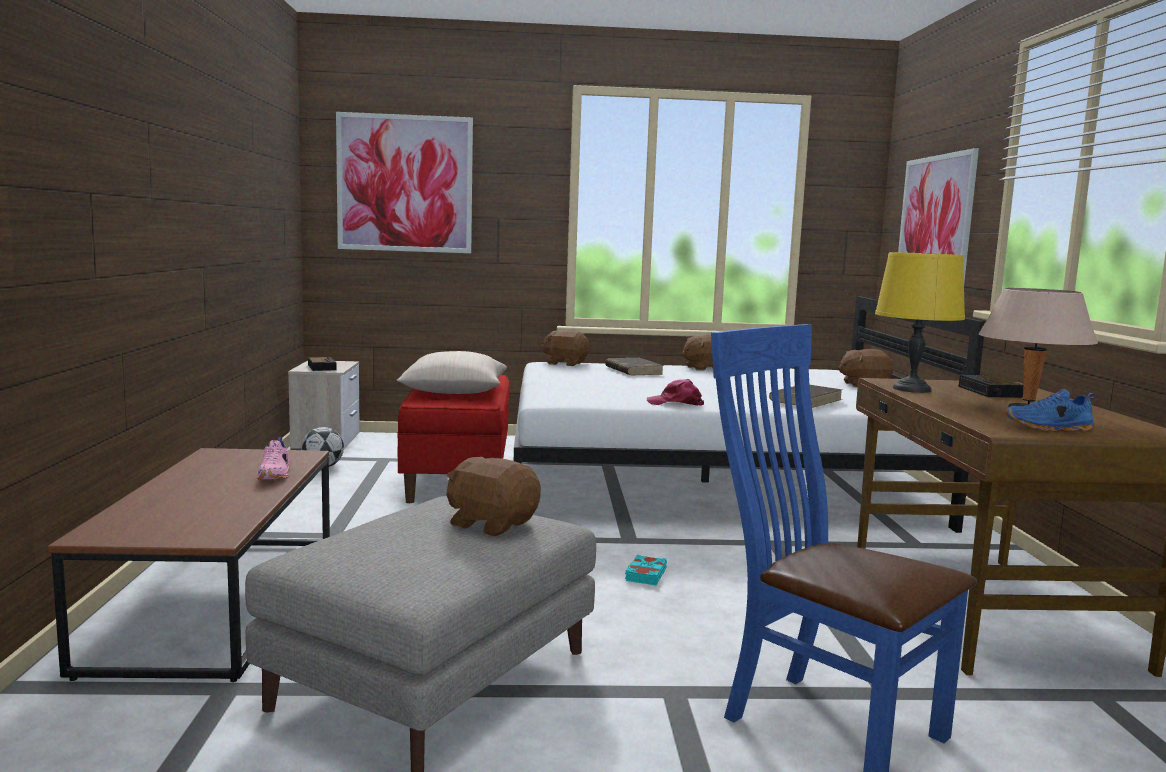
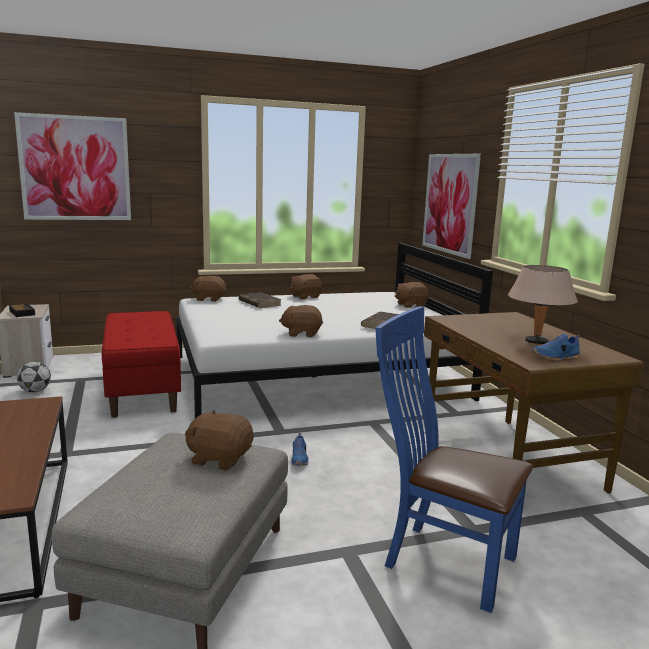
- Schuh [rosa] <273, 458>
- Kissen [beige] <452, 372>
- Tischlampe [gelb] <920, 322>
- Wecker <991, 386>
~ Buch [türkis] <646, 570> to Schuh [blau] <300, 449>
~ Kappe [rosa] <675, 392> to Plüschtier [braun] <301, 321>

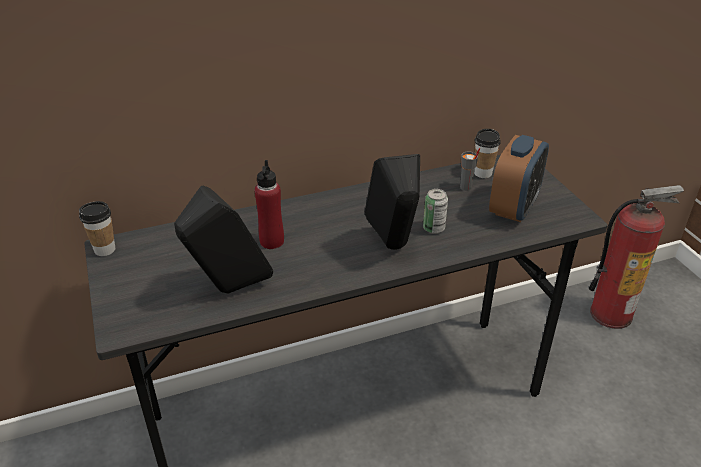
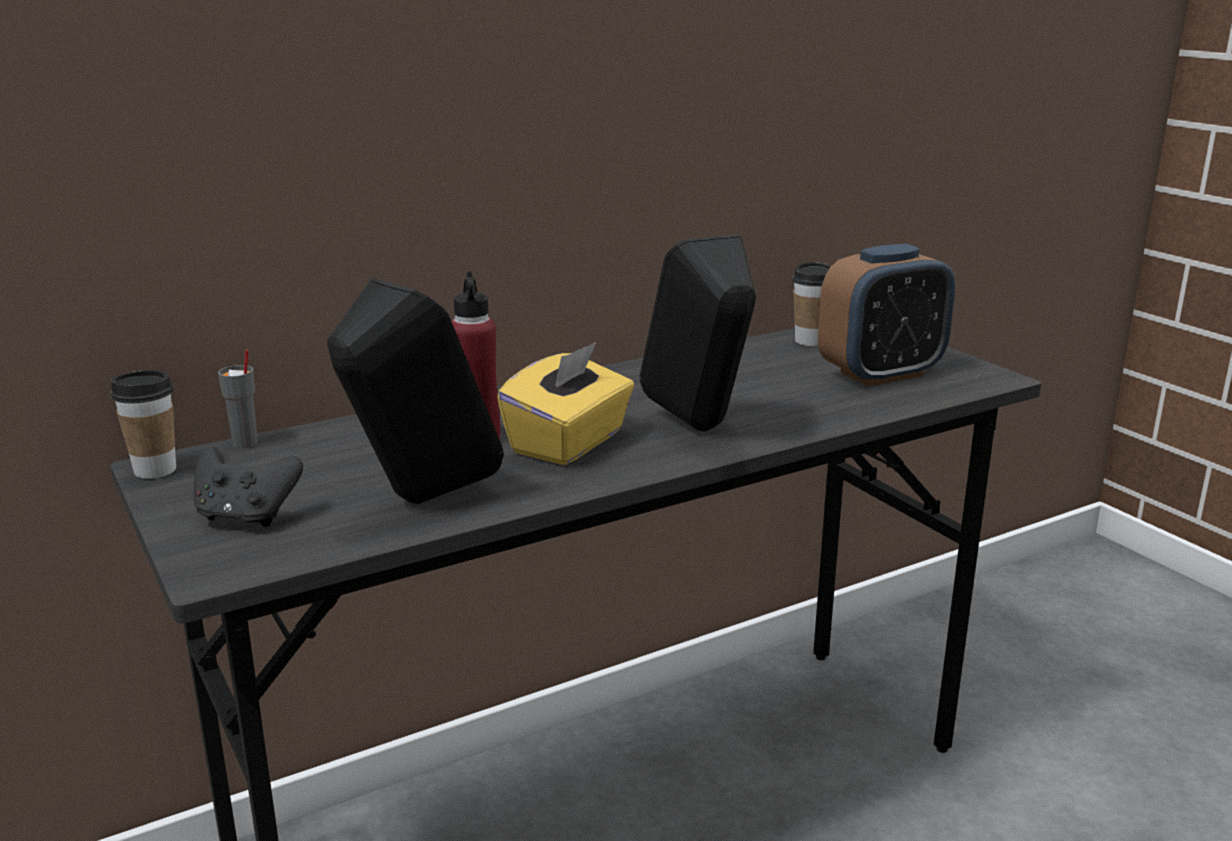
- Dose <435, 211>
- Feuerlöscher <636, 257>
+ Gamepad [schwarz] <248, 487>
+ Taschentuchbox [gelb] <565, 403>
~ Tasse [grau] <470, 169> to <238, 399>
~ Wecker <519, 178> = <886, 315> 45 degrees clockwise

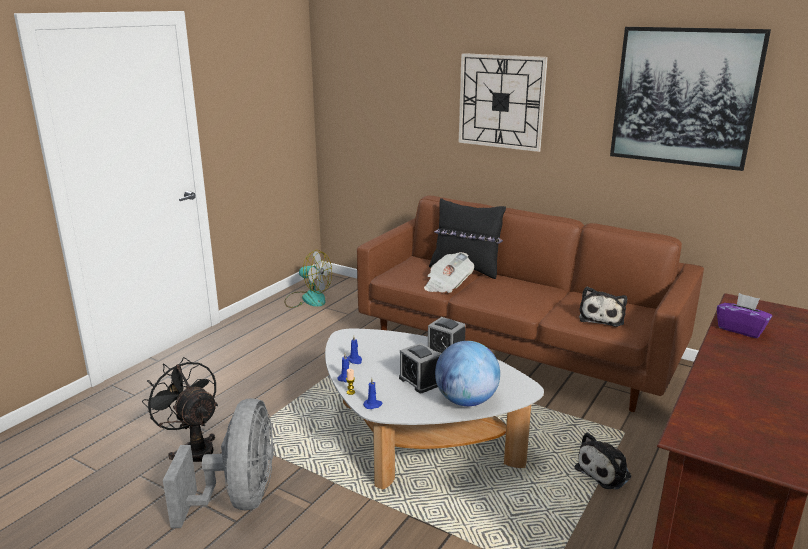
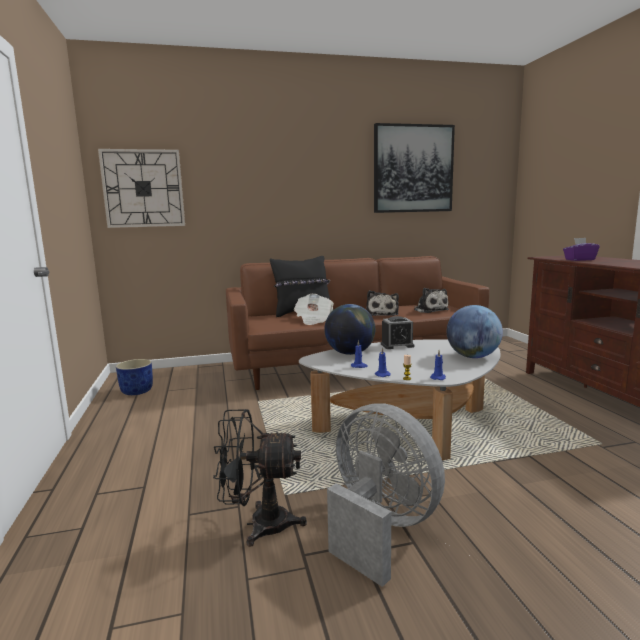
- Wecker <419, 368>
+ Globus <349, 329>
~ Wanduhr <503, 102> to <141, 188>
~ Plüschtier <602, 460> to <382, 303>
~ Ventilator <308, 279> to Pflanzkübel [blau] <134, 377>

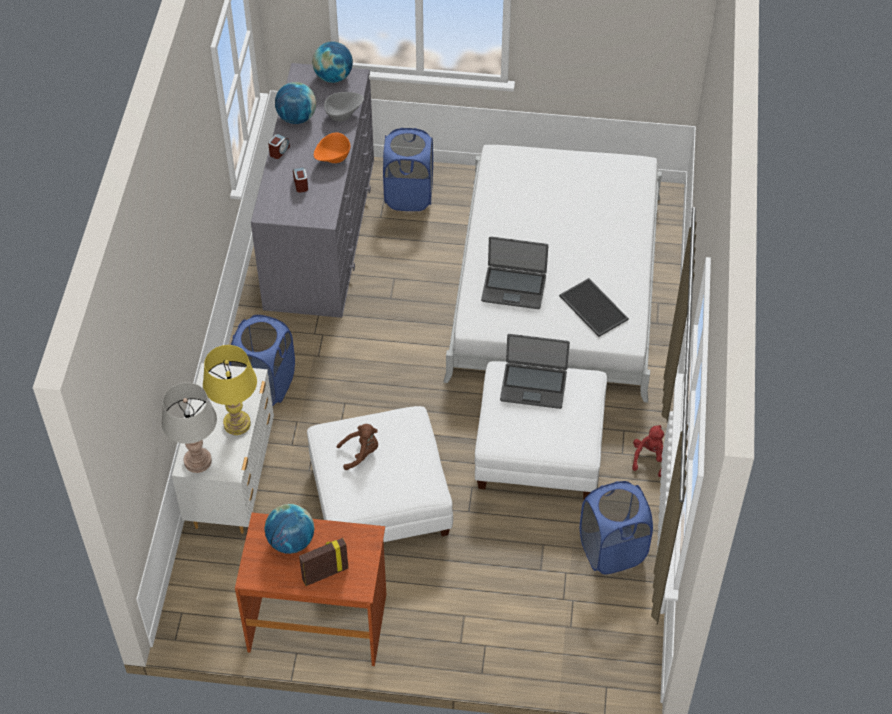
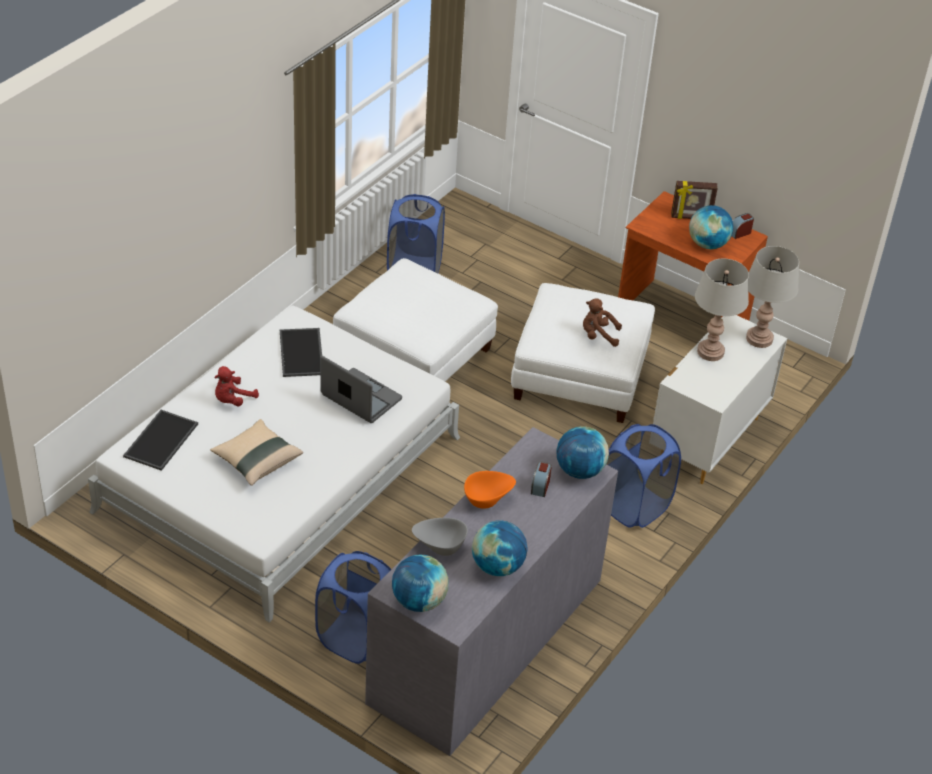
- Laptop <535, 371>
+ Tablett <160, 440>
+ Kissen [beige] <256, 452>
+ Globus <582, 452>
~ Wecker <279, 146> to <743, 226>
~ Plüschtier [rot] <648, 451> to <236, 386>
~ Tischlampe [gelb] <230, 390> to Tischlampe [grau] <722, 310>

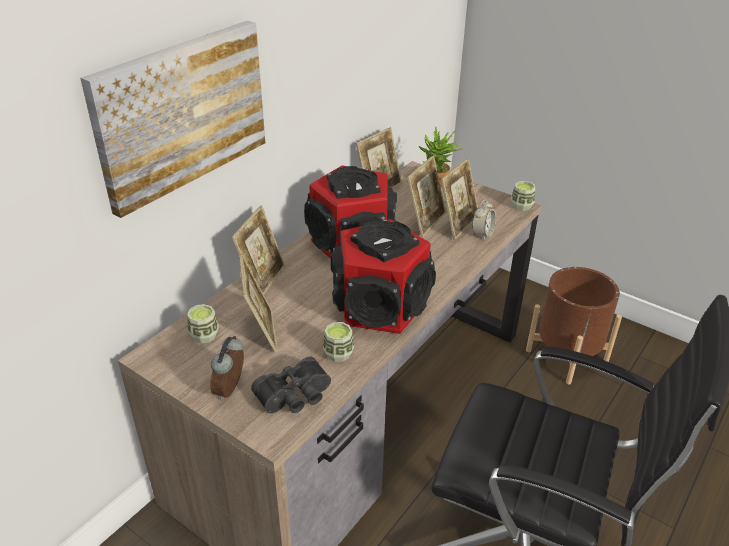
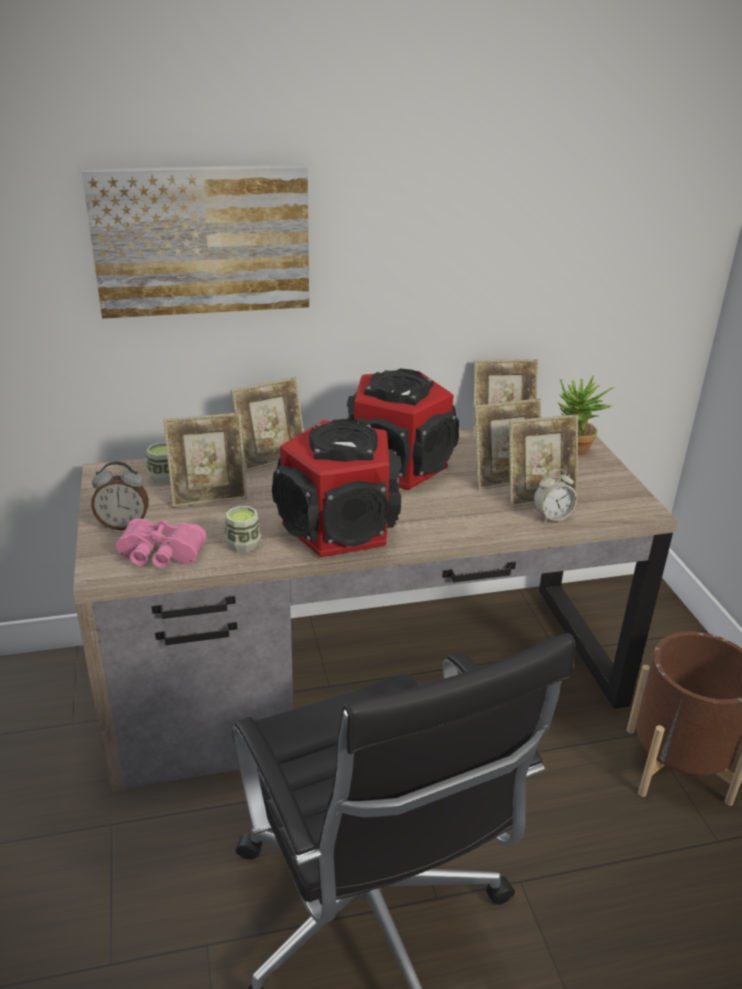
- Tasse <523, 196>
~ Fernglas [schwarz] <291, 385> to Fernglas [rosa] <161, 543>
~ Wecker <227, 368> = <120, 495> 150 degrees counterclockwise
~ Bilderrahmen <258, 303> = <205, 460> 45 degrees clockwise

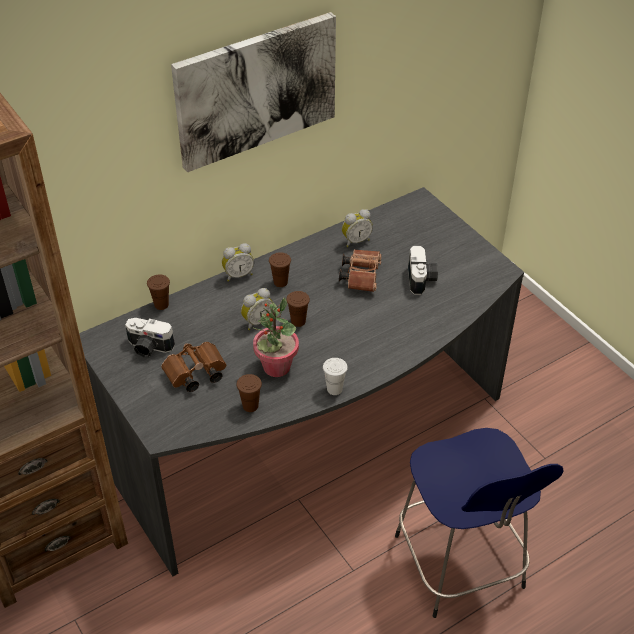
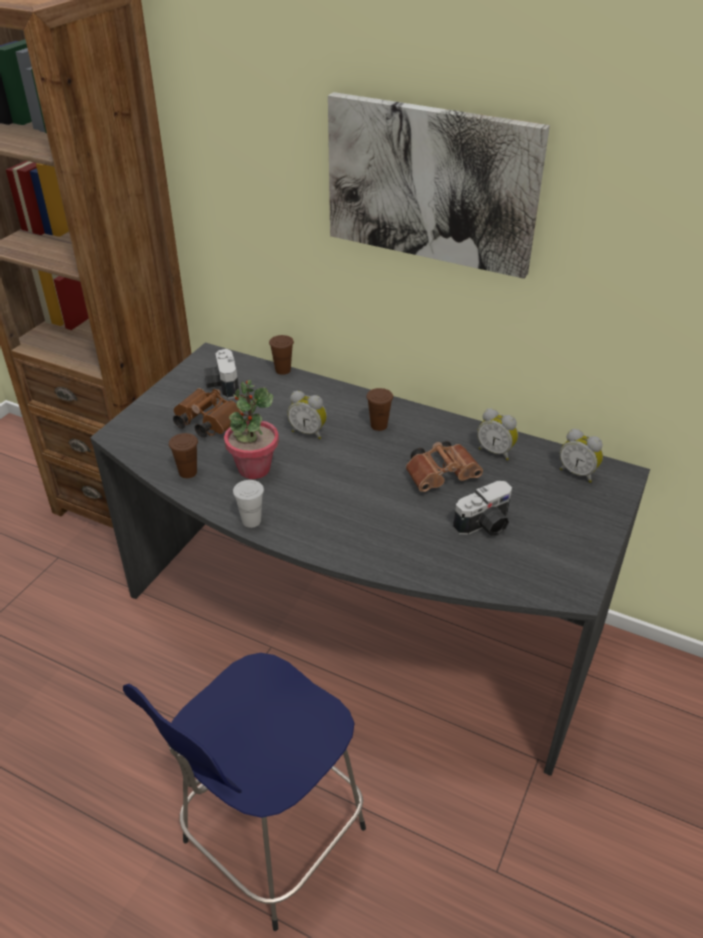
- Tasse [braun] <298, 309>
~ Wecker <238, 262> to <581, 456>

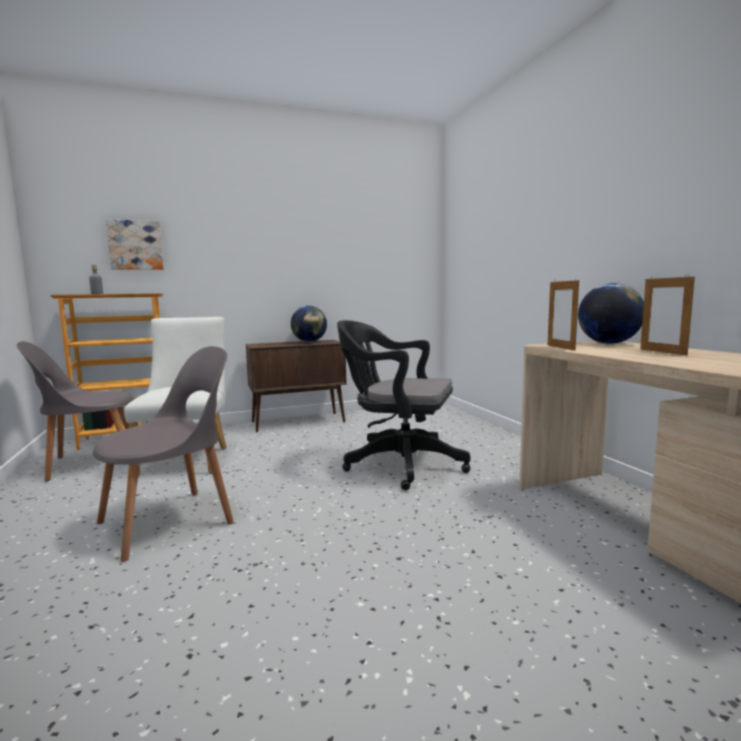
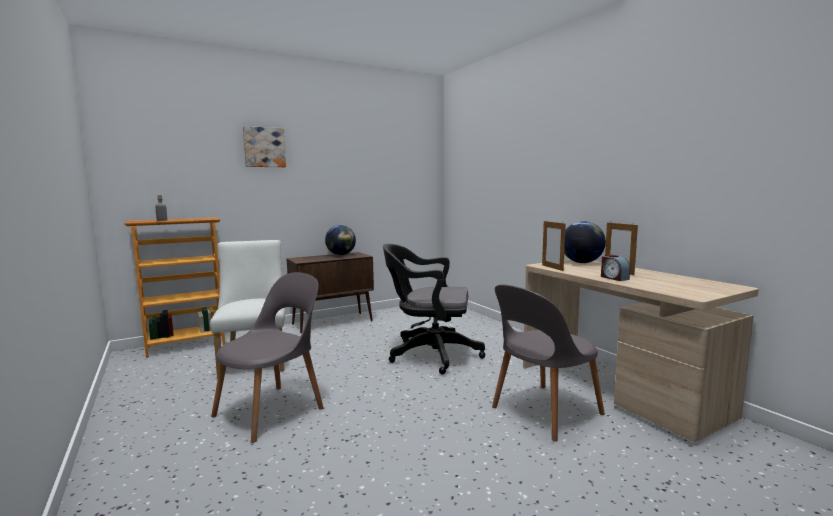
+ Wecker <615, 267>
~ Stuhl [grau] <74, 411> to <548, 363>
~ Bild <135, 244> to <264, 146>

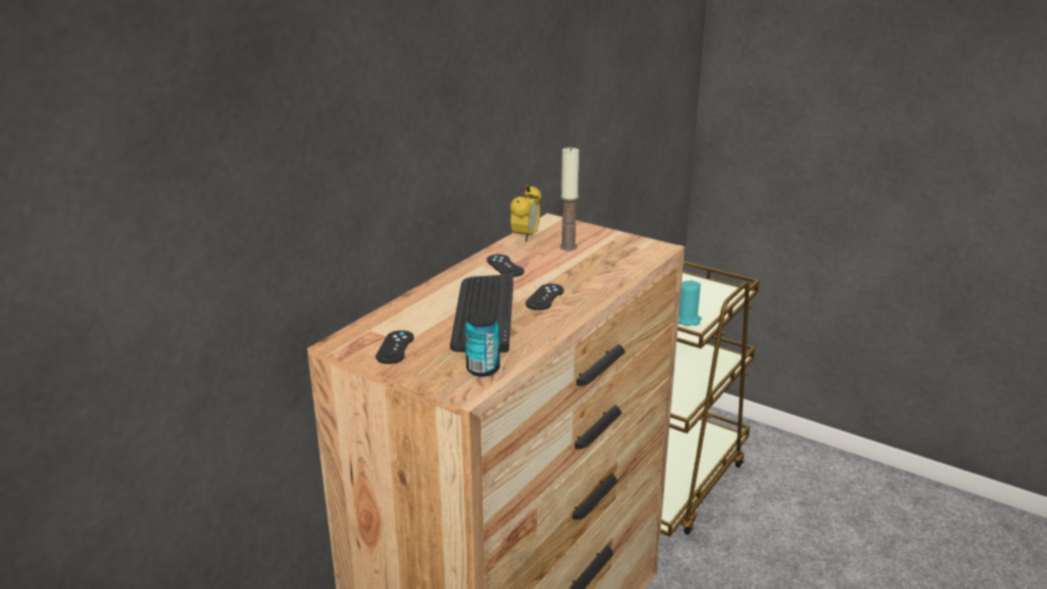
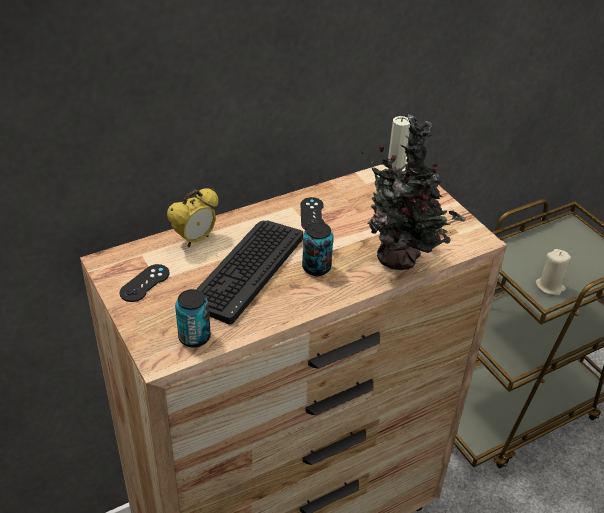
+ Topfpflanze <414, 192>
~ Wecker <525, 213> to <193, 217>
~ Gamepad [schwarz] <544, 297> to Dose <317, 249>
~ Kerze [türkis] <690, 303> to Kerze [beige] <553, 272>

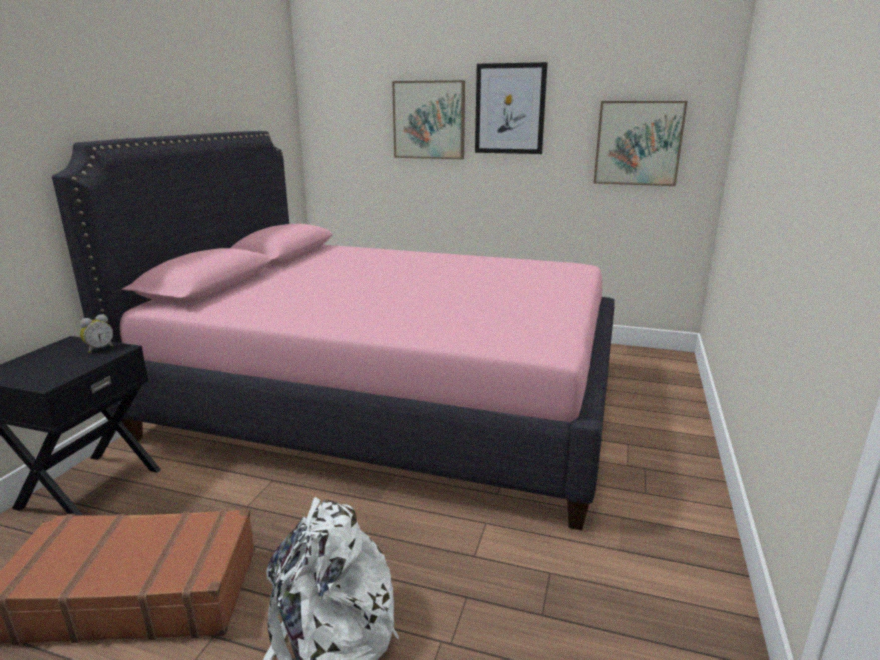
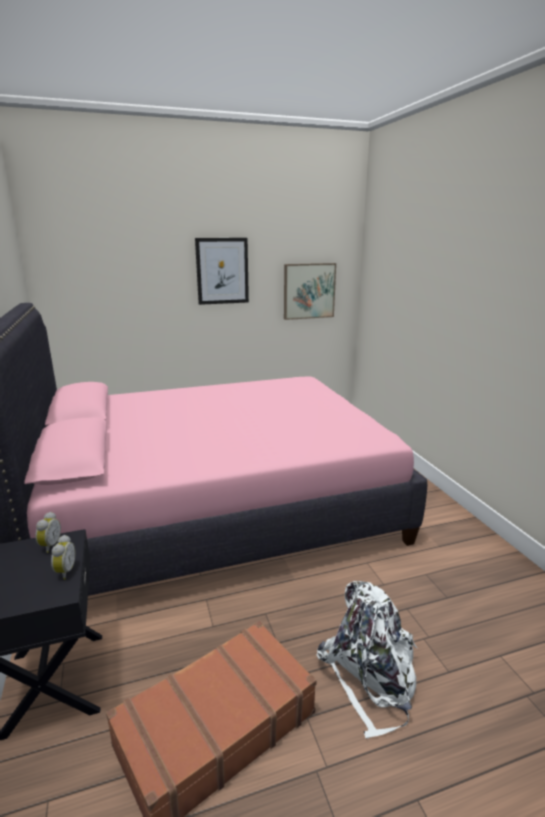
- Bild <428, 119>
+ Wecker <63, 557>

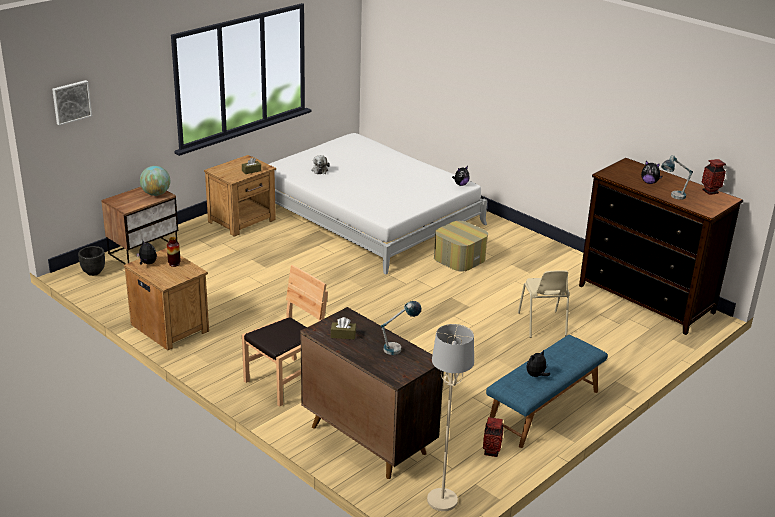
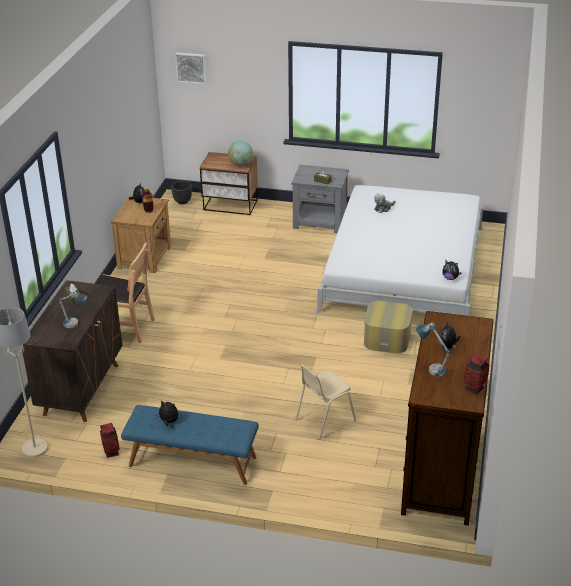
~ Nachttisch [braun] <240, 196> to Nachttisch [grau] <320, 199>

